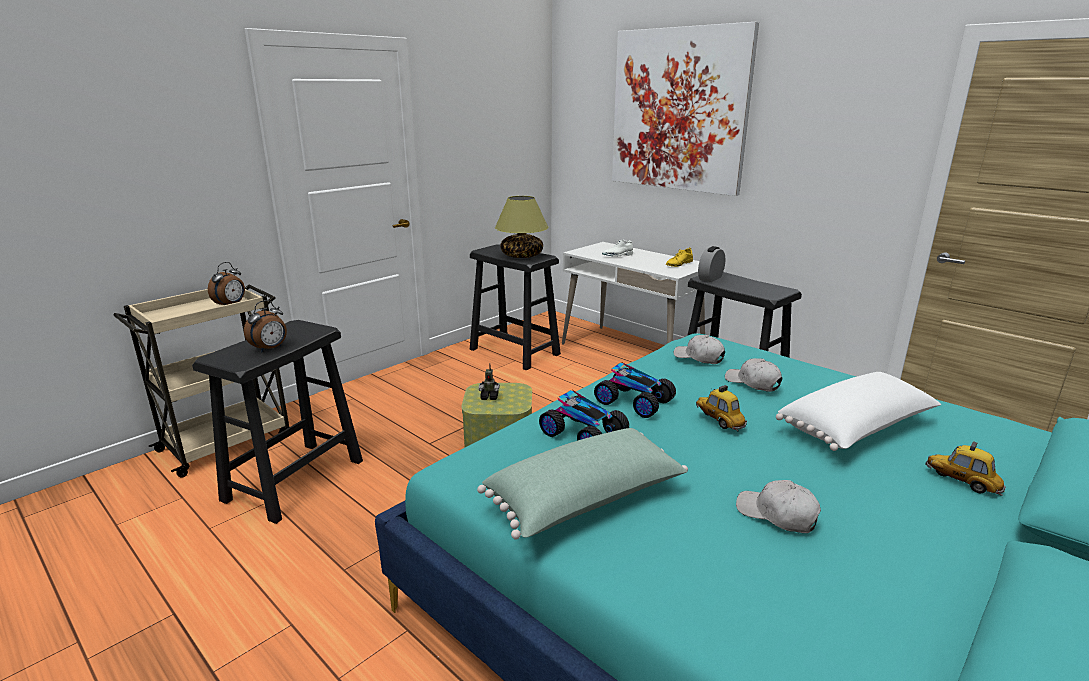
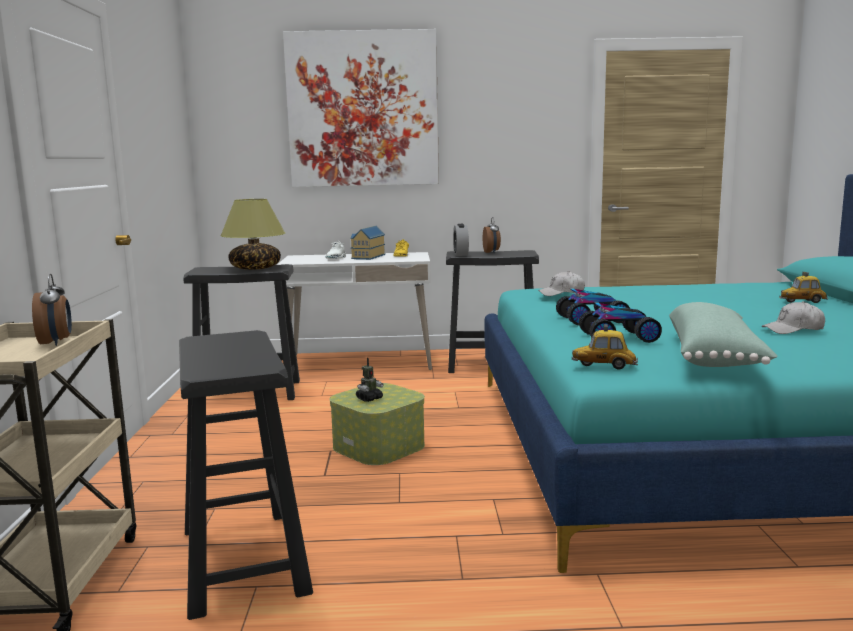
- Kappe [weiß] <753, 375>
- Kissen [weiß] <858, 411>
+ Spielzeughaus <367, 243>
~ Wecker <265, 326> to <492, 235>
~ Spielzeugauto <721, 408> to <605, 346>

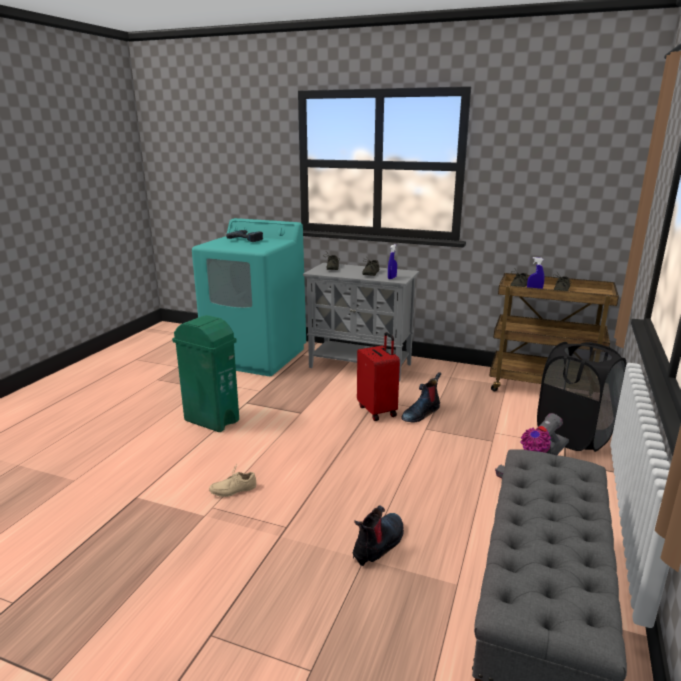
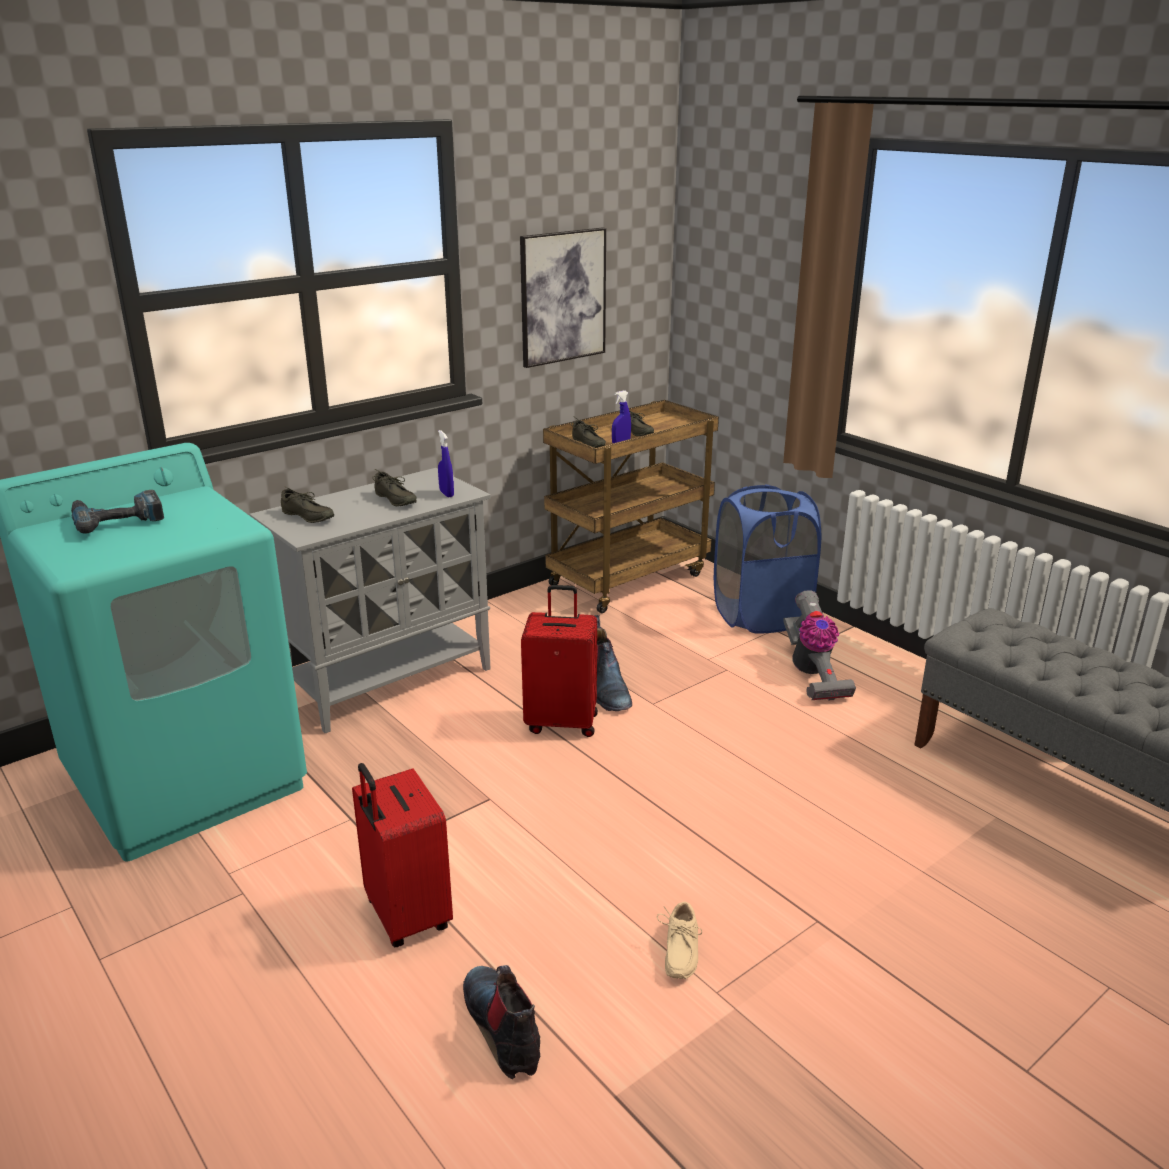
+ Bild <563, 297>
~ Stiefel <378, 535> to <501, 1022>
~ Mülleimer [grün] <205, 373> to Koffer [rot] <402, 855>
~ Wäschekorb [schwarz] <582, 397> to Wäschekorb [blau] <767, 559>

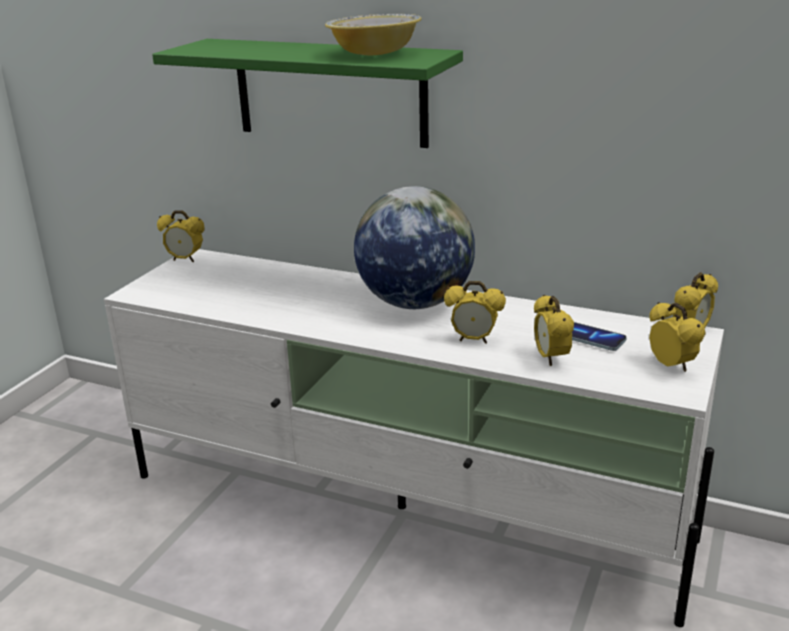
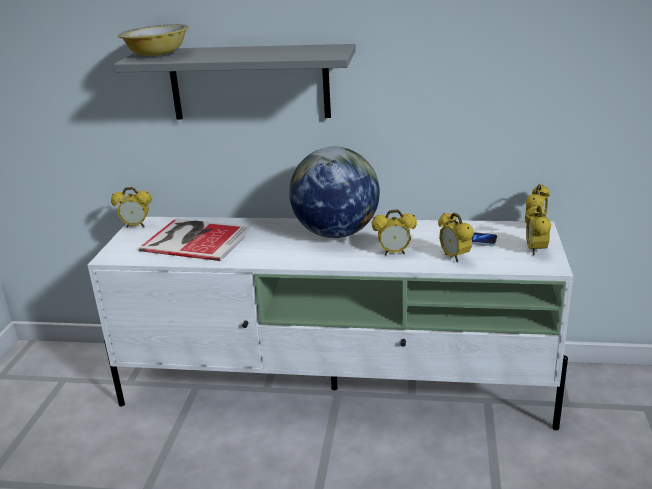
+ Buch <195, 240>
~ Schüssel <373, 34> to <153, 40>
~ Wandregal [grün] <307, 93> to Wandregal [grau] <234, 81>
~ Wecker <677, 337> = <538, 230> 135 degrees counterclockwise

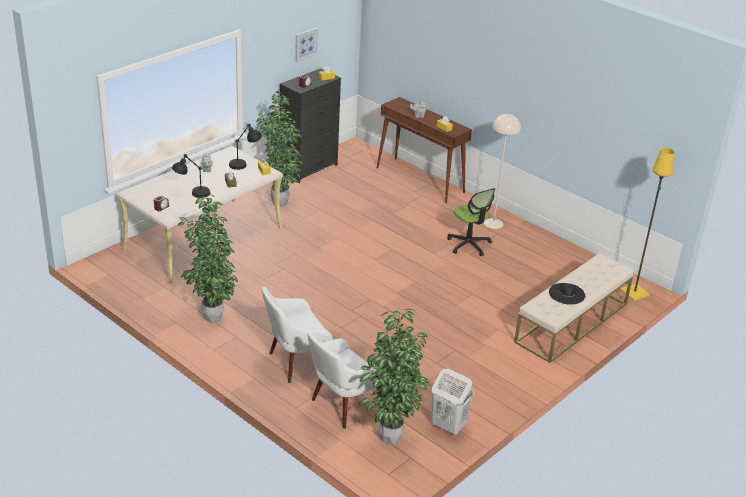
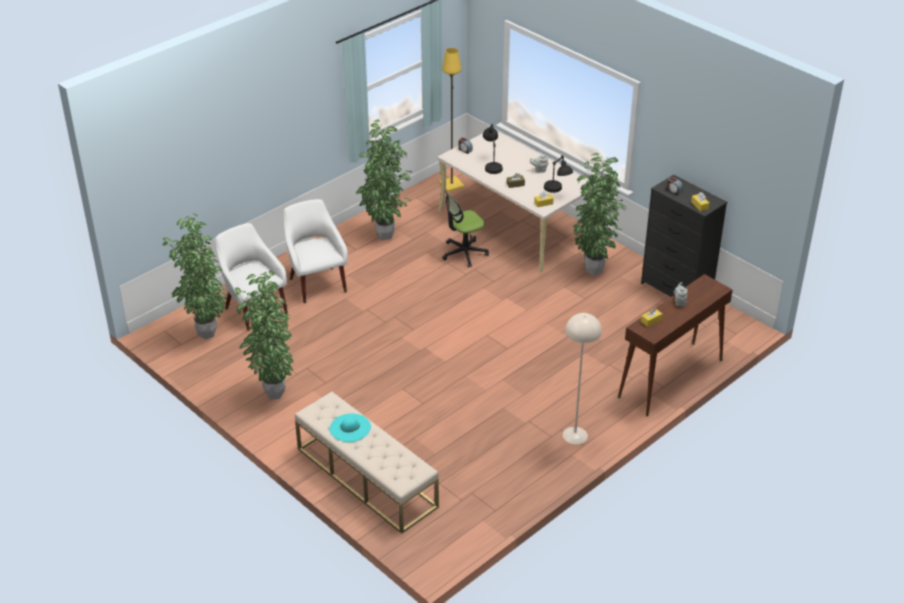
- Bild <306, 44>
- Wäschekorb [weiß] <452, 402>
+ Topfpflanze <264, 335>
~ Bürostuhl <471, 222> to <465, 229>
~ Stehlampe [gelb] <647, 224> to <452, 120>
~ Hut [schwarz] <567, 294> to Hut [türkis] <350, 428>

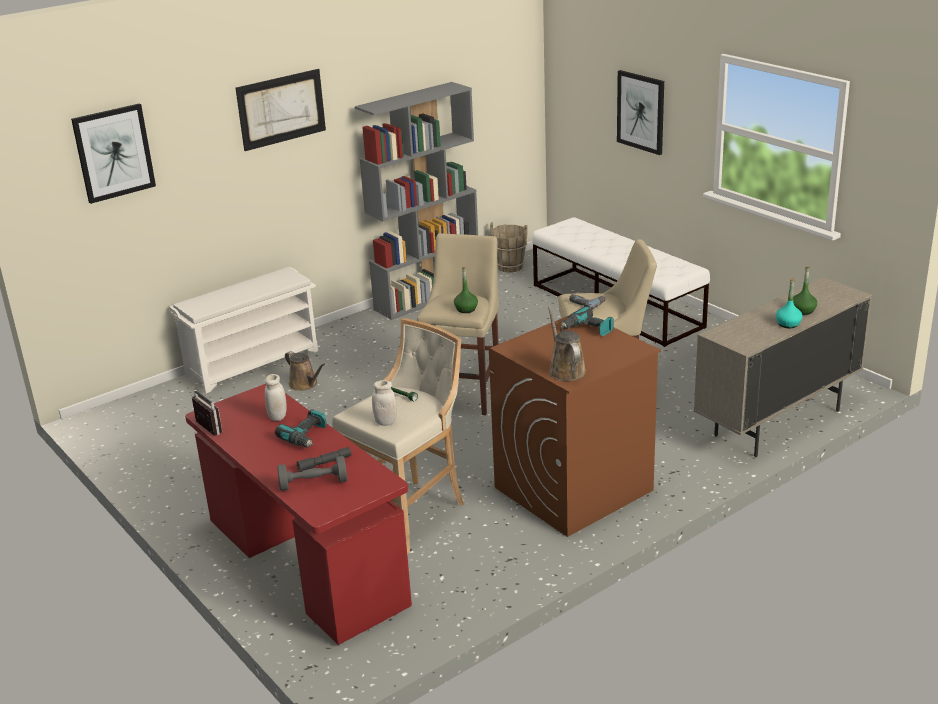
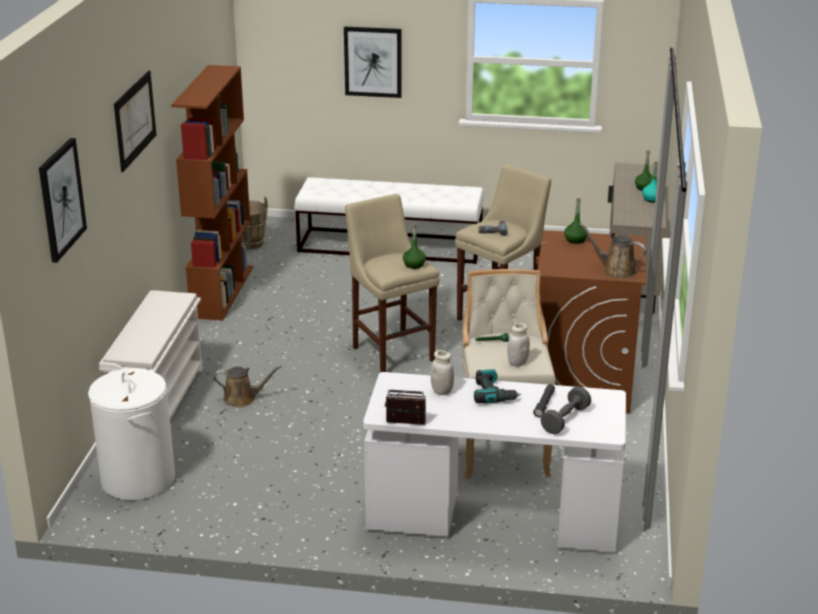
+ Wäschekorb [weiß] <131, 434>
~ Bohrmaschine <587, 321> to Flasche [grün] <576, 221>
~ Schreibtisch [rot] <298, 514> to Schreibtisch [weiß] <494, 462>
~ Bücherregal [grau] <416, 201> to Bücherregal [braun] <212, 193>

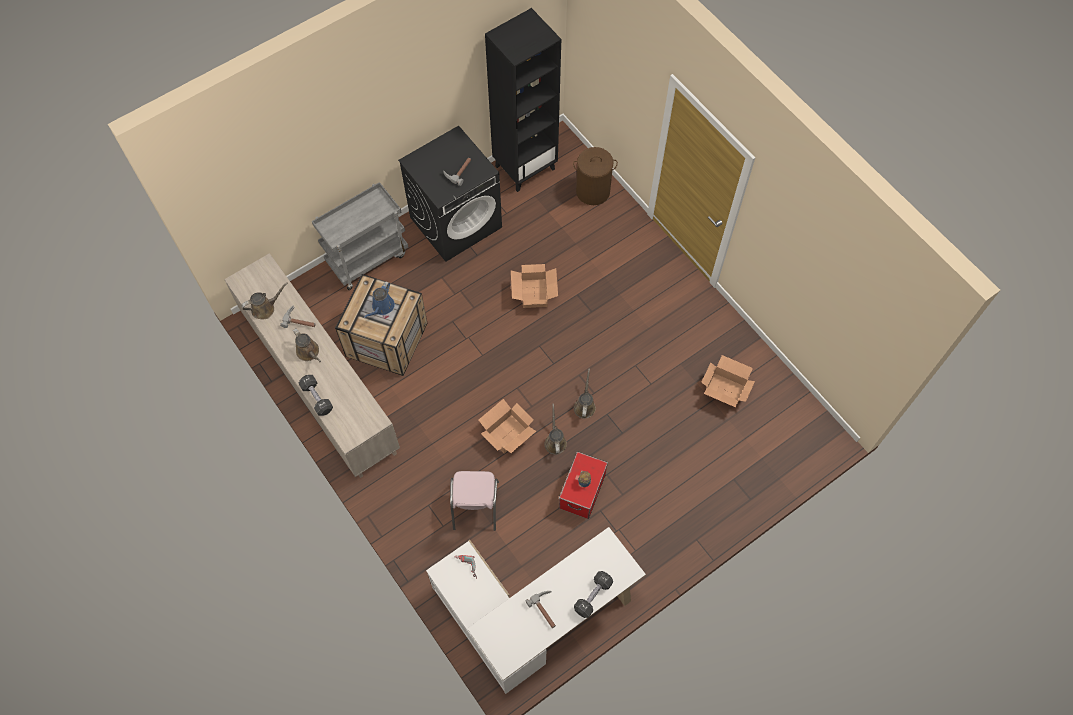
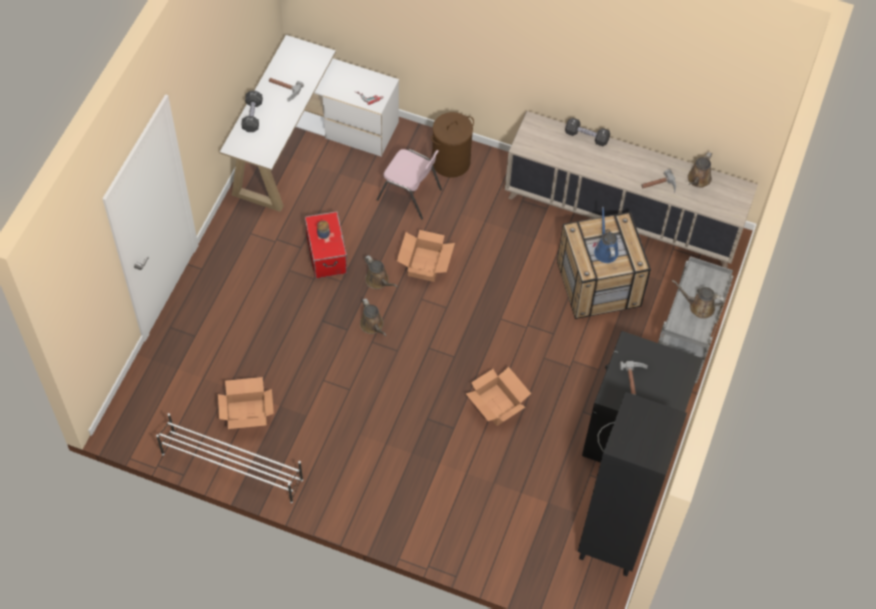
+ Schuhregal [weiß] <229, 458>
~ Gießkanne [braun] <306, 345> to <698, 299>
~ Wäschekorb [braun] <595, 176> to <452, 144>
~ Stuhl [rosa] <474, 501> = <409, 184> 150 degrees clockwise

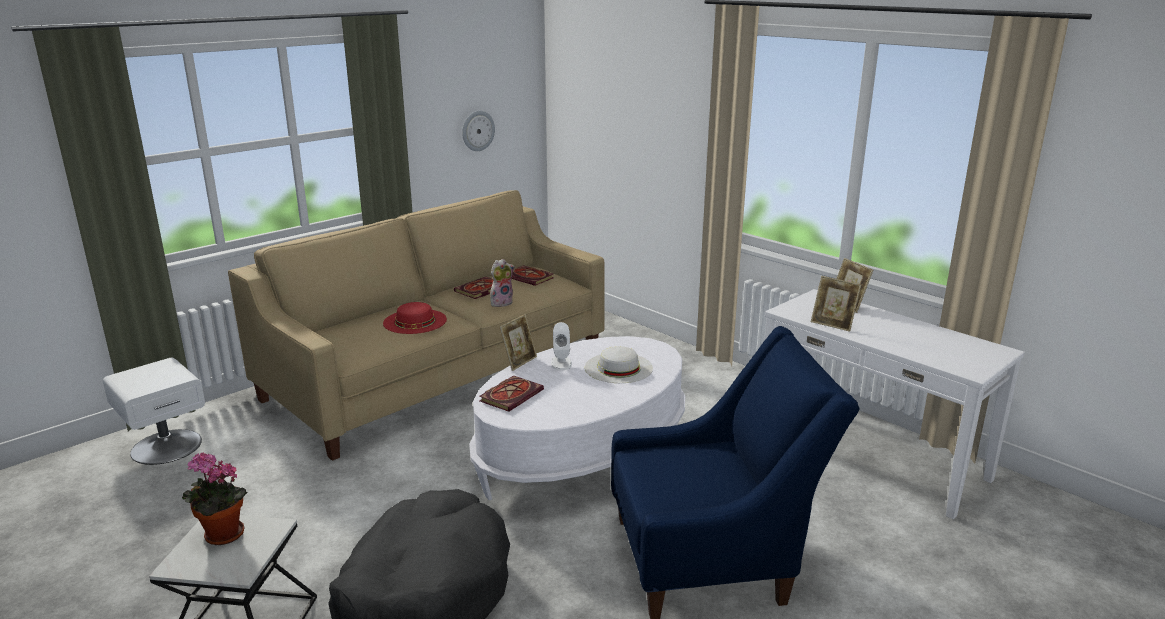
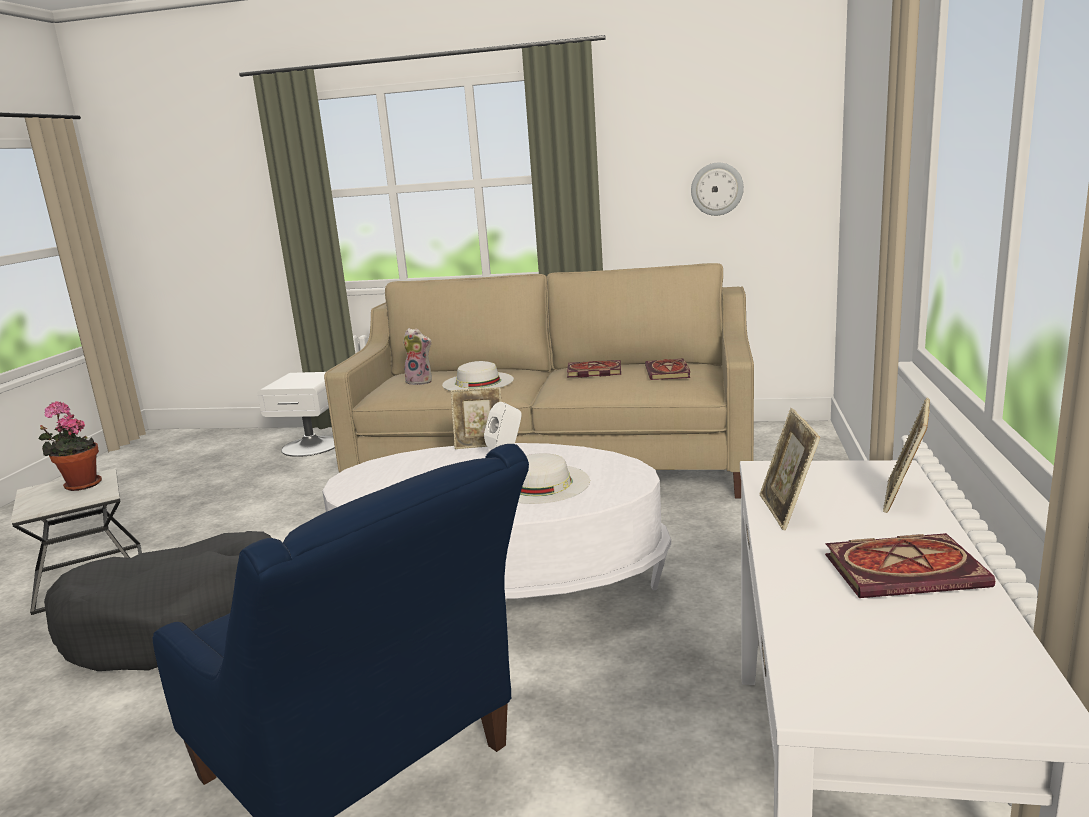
~ Buch <511, 393> to <910, 565>
~ Plüschtier <502, 283> to <417, 356>
~ Hut [rot] <415, 318> to Hut [weiß] <478, 376>

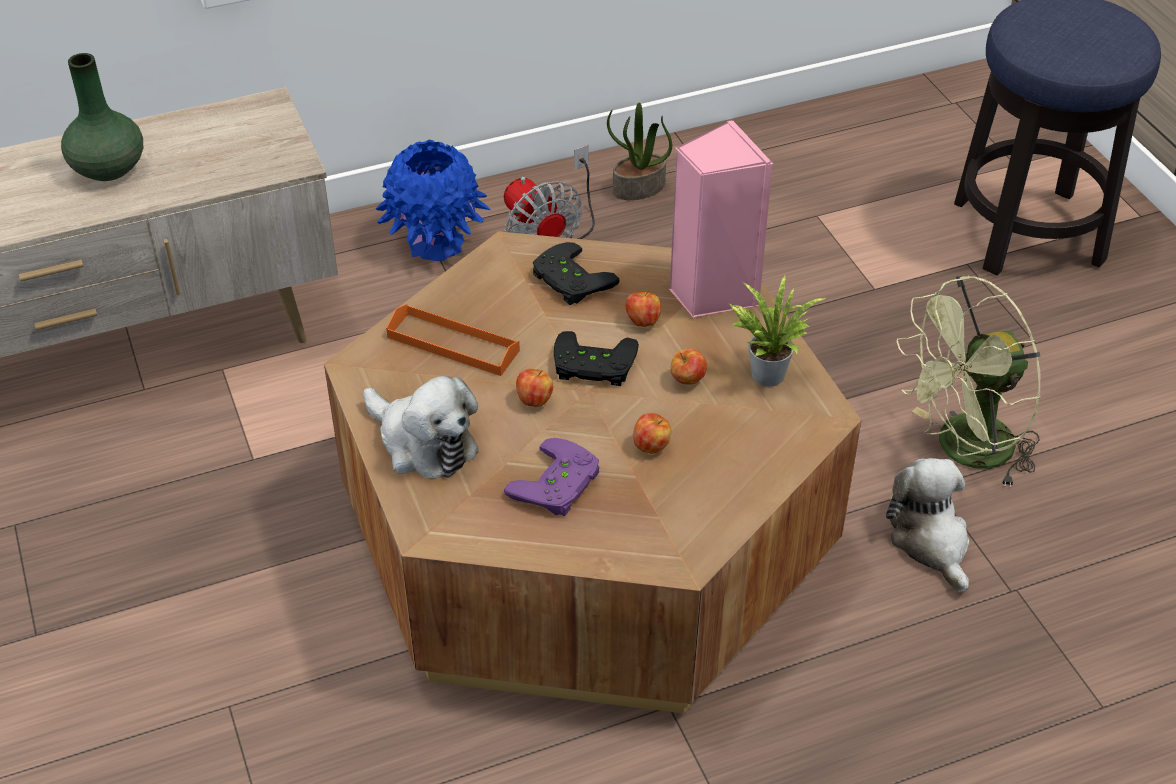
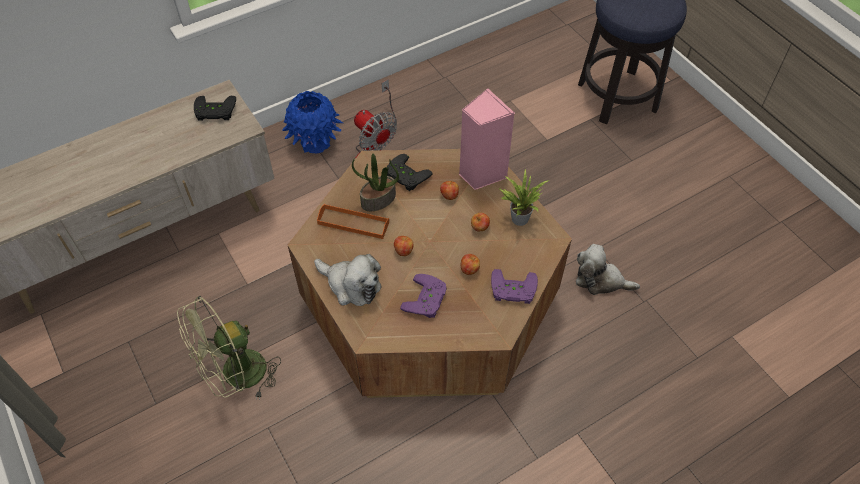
- Vase [grün] <102, 117>
+ Gamepad [lila] <514, 286>
~ Gamepad [schwarz] <596, 358> to <215, 108>
~ Topfpflanze <639, 151> to <375, 182>
~ Ventilator [grün] <968, 381> to <229, 348>
~ Plüschtier <927, 525> = <608, 269> 45 degrees counterclockwise

